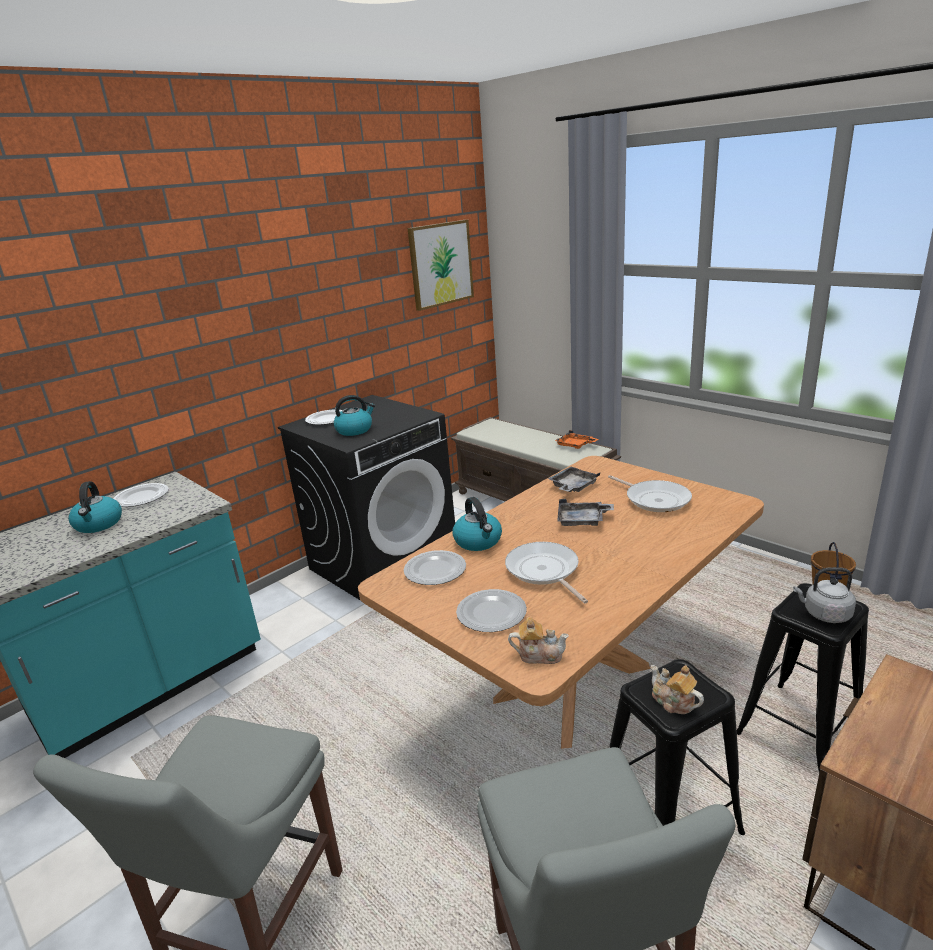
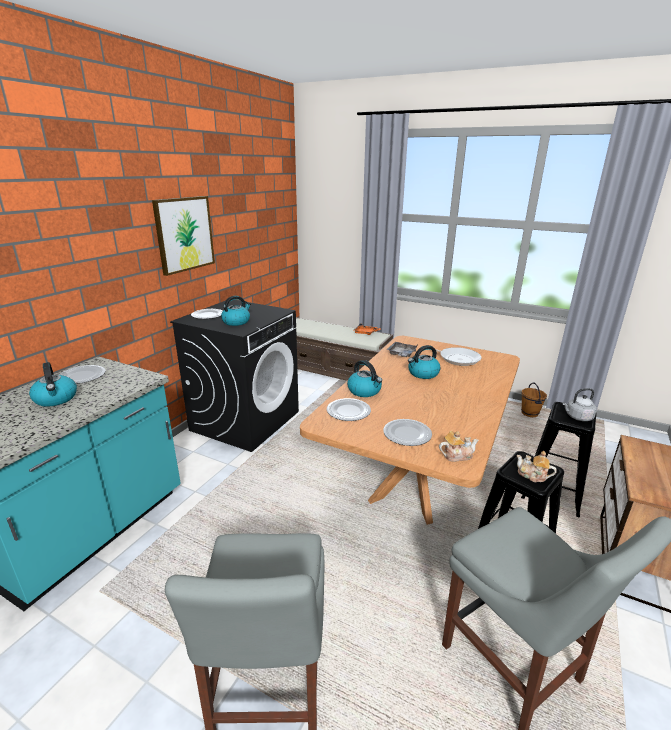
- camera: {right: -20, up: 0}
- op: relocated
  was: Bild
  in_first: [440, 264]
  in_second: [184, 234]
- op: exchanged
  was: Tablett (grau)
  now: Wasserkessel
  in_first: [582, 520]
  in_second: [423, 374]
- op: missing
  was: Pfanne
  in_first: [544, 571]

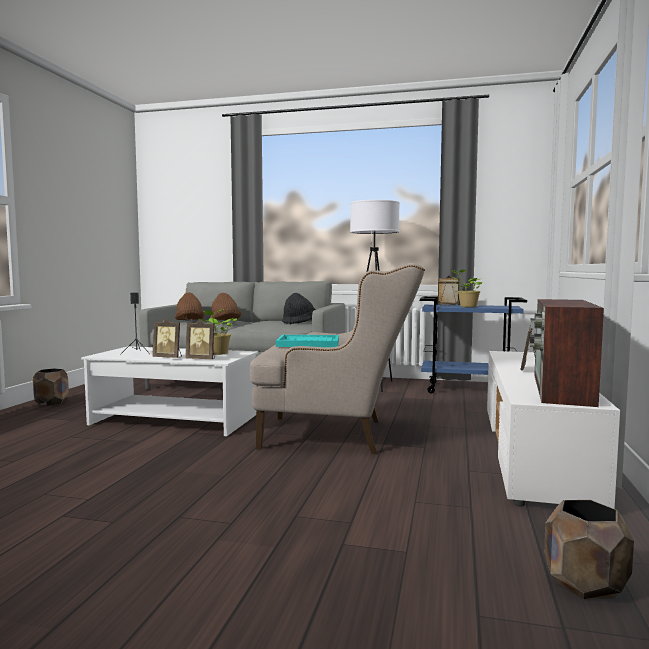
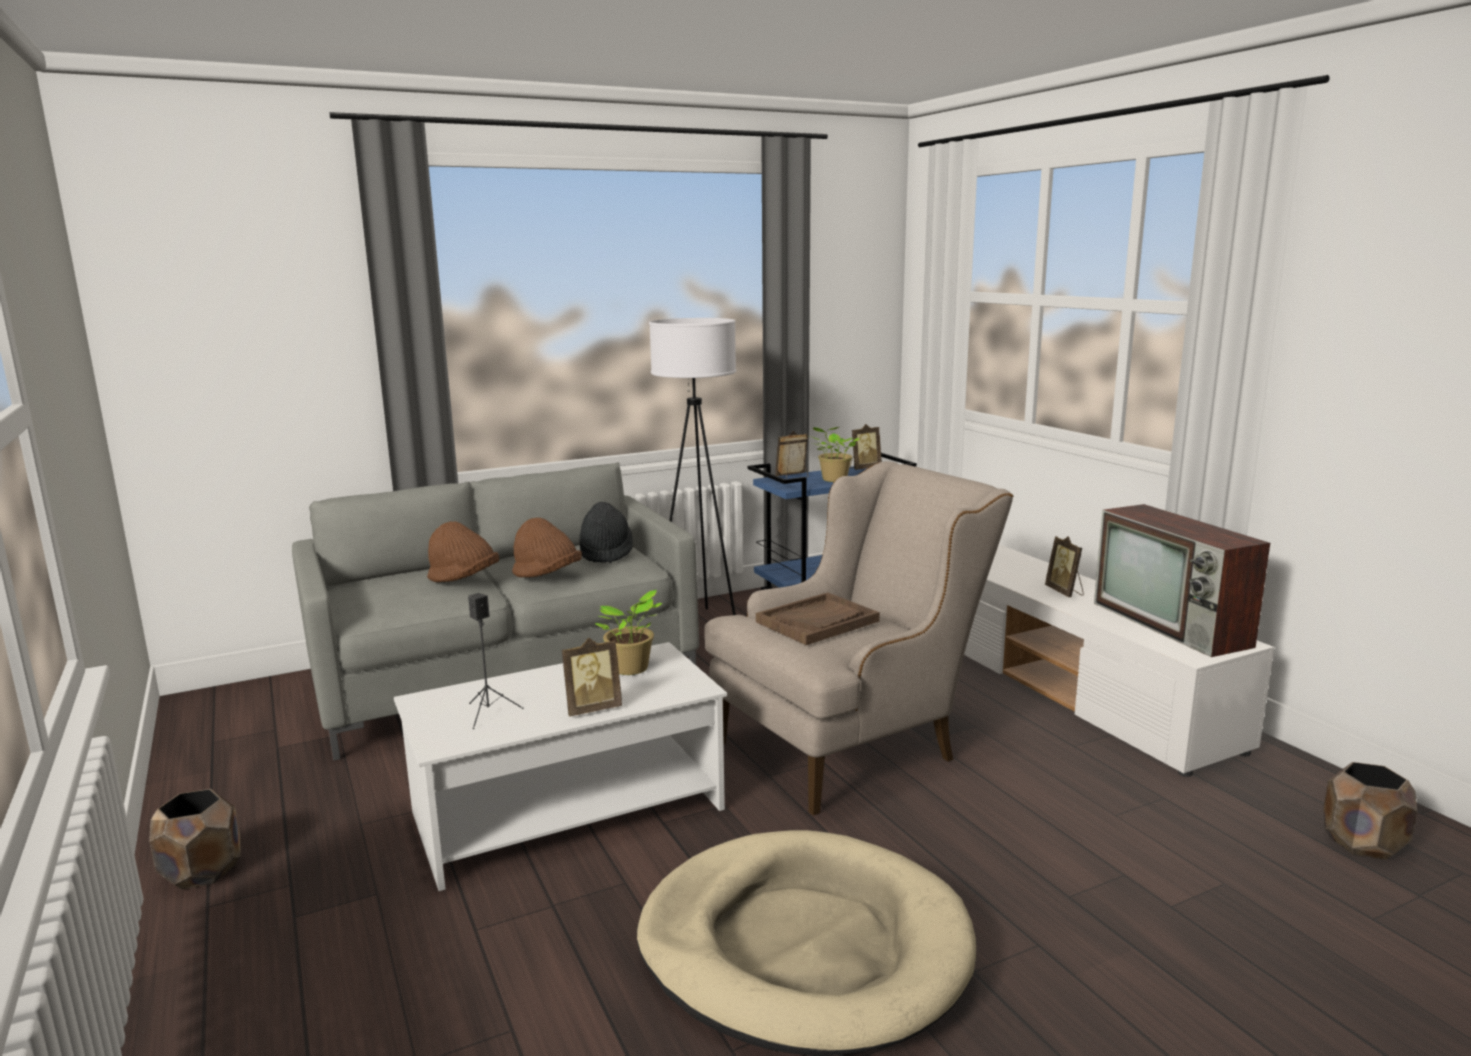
- camera: {right: -40, up: 10}
- op: relocated
  was: Hut (braun)
  in_first: [189, 321]
  in_second: [547, 576]
- op: appeared
  now: Hundebett (beige)
  in_second: [804, 947]
- op: colour
  was: Tablett (türkis)
  now: Tablett (braun)
  in_first: [308, 343]
  in_second: [817, 621]
- op: relocated
  was: Bilderrahmen
  in_first: [201, 359]
  in_second: [864, 468]

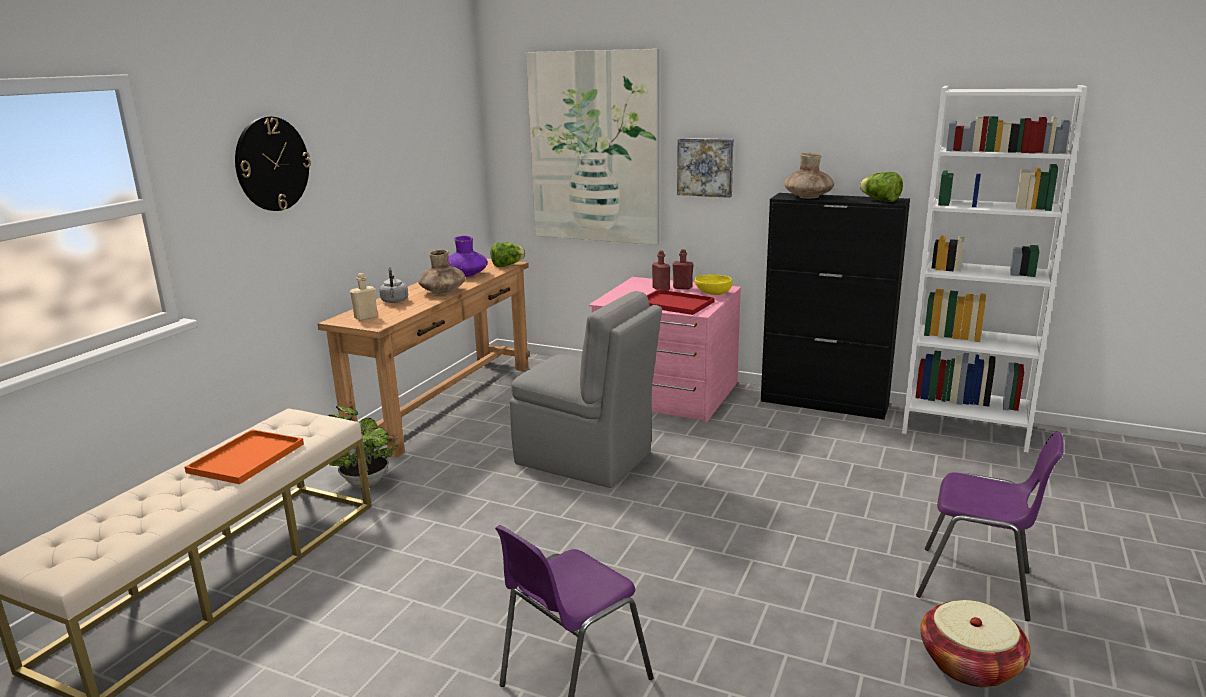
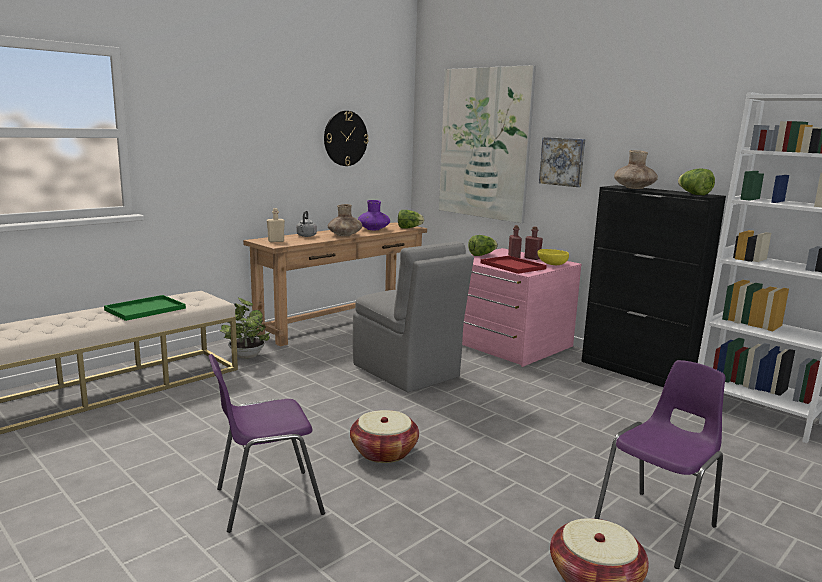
- camera: {right: 20, up: -5}
- op: colour
  was: Tablett (orange)
  now: Tablett (grün)
  in_first: [246, 459]
  in_second: [144, 309]
- op: relocated
  was: Wanduhr
  in_first: [272, 164]
  in_second: [345, 138]
- op: appeared
  now: Korb
  in_second: [384, 452]
- op: appeared
  now: Salatkopf
  in_second: [482, 255]
- op: spun
  was: Stuhl (lila)
  in_first: [977, 585]
  in_second: [658, 526]
  clockwise: -90

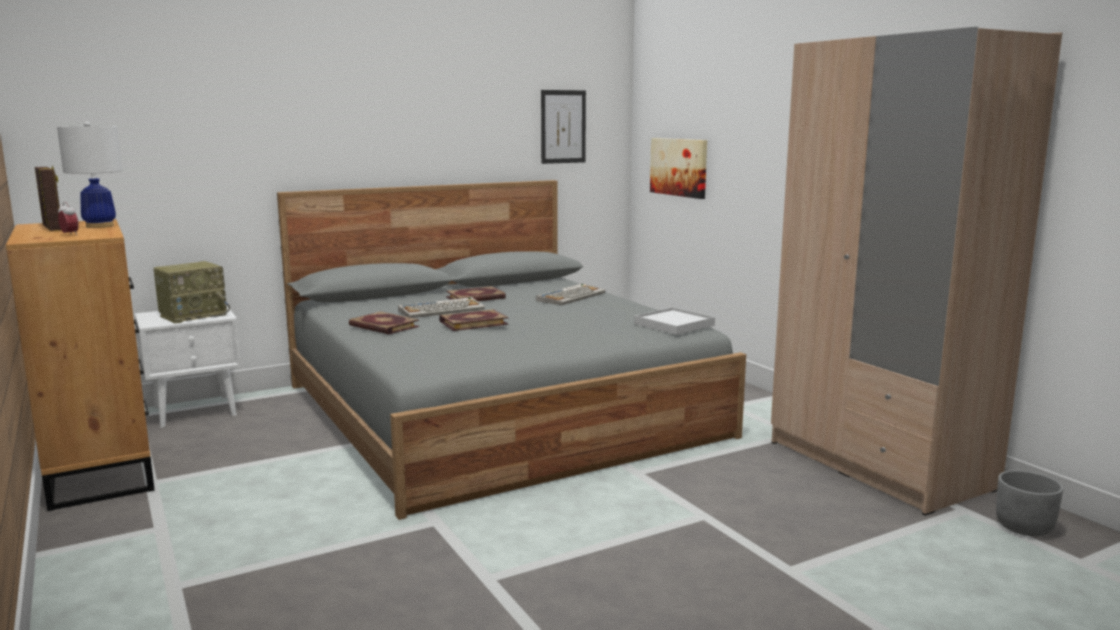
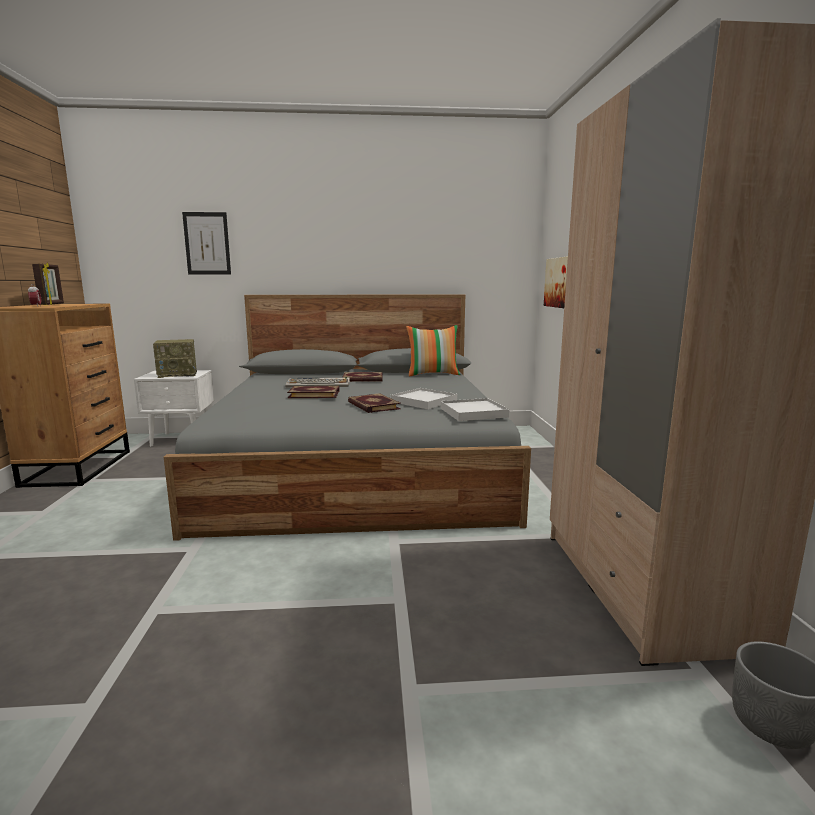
- camera: {right: 25, up: 0}
- op: relocated
  was: Bild
  in_first: [563, 126]
  in_second: [207, 243]
- op: relocated
  was: Buch
  in_first: [383, 326]
  in_second: [372, 406]
- op: appeared
  now: Tablett (weiß)
  in_second: [423, 401]
- op: appeared
  now: Kissen
  in_second: [433, 374]
- op: missing
  was: Tischlampe (weiß)
  in_first: [100, 226]
- op: missing
  was: Tastatur
  in_first: [571, 296]

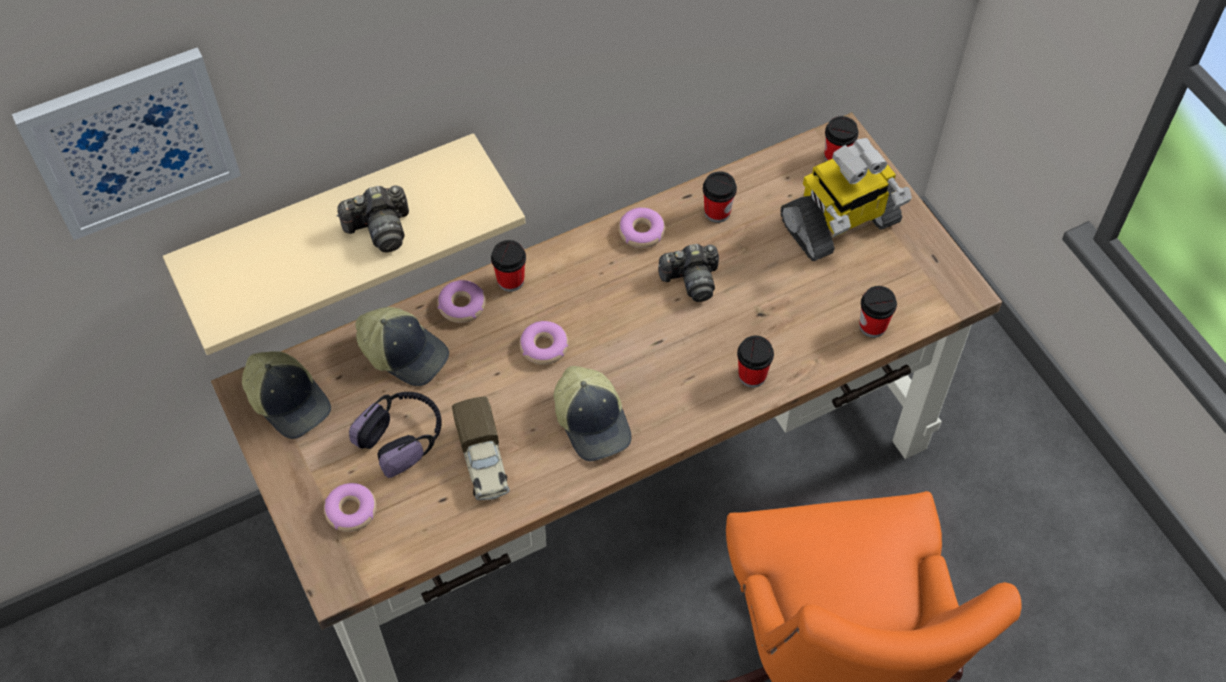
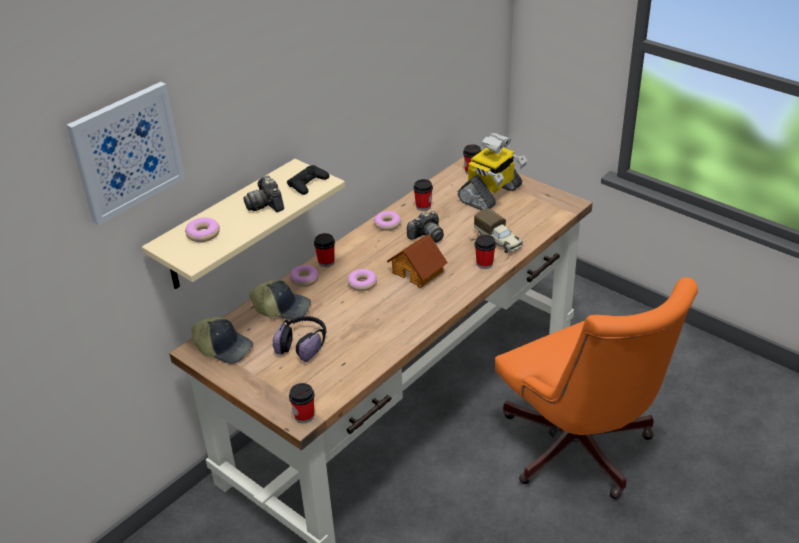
- camera: {right: -20, up: -20}
- op: relocated
  was: Donut
  in_first: [351, 511]
  in_second: [203, 234]
- op: spun
  was: Kamera
  in_first: [379, 229]
  in_second: [266, 204]
  clockwise: 105
- op: appeared
  now: Gamepad (schwarz)
  in_second: [308, 184]
- op: relocated
  was: Tasse
  in_first: [872, 326]
  in_second: [304, 416]
- op: appeared
  now: Spielzeughaus
  in_second: [418, 272]
- op: relocated
  was: Spielzeuglaster
  in_first: [483, 460]
  in_second: [499, 241]
- op: missing
  was: Kappe
  in_first: [593, 421]

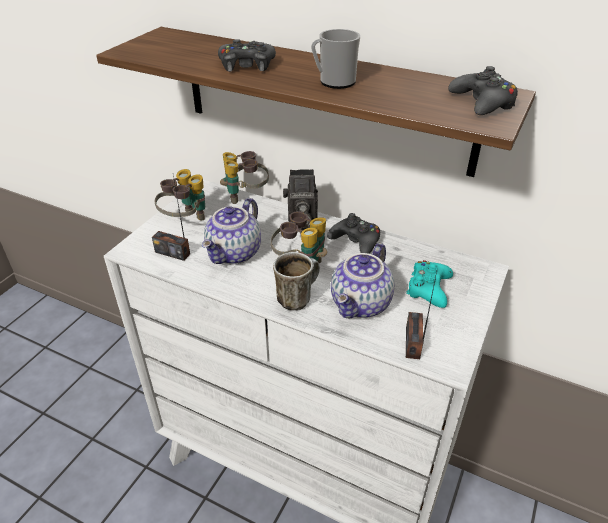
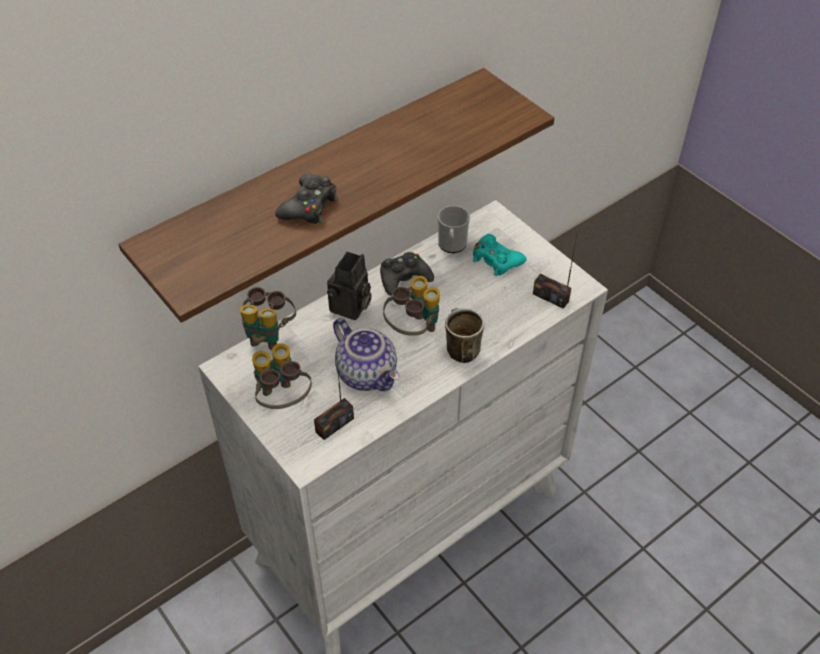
- camera: {right: -65, up: 10}
- op: relocated
  was: Henkelbecher
  in_first: [333, 82]
  in_second: [452, 246]
- op: missing
  was: Teekanne
  in_first: [362, 305]
- op: missing
  was: Gamepad (schwarz)
  in_first: [482, 103]

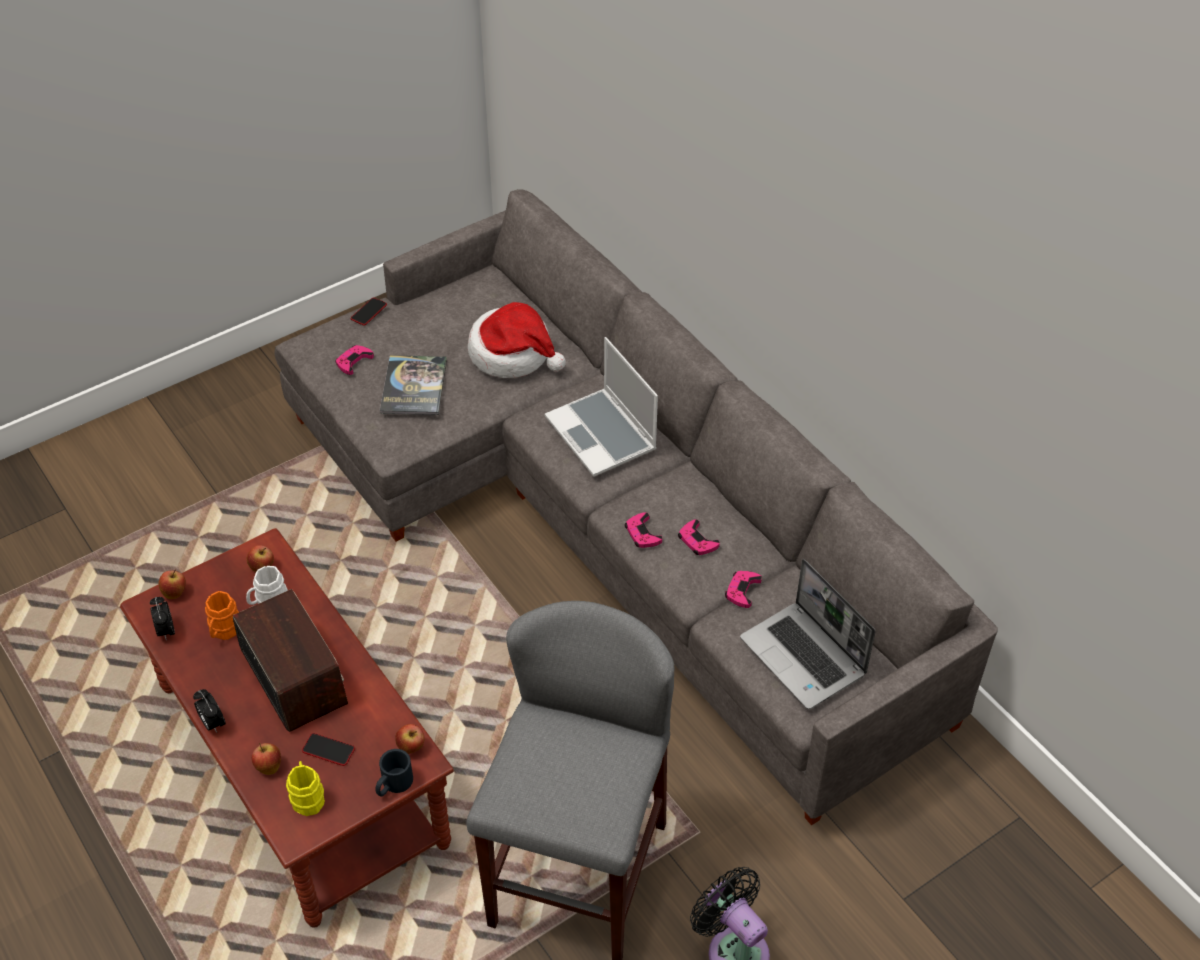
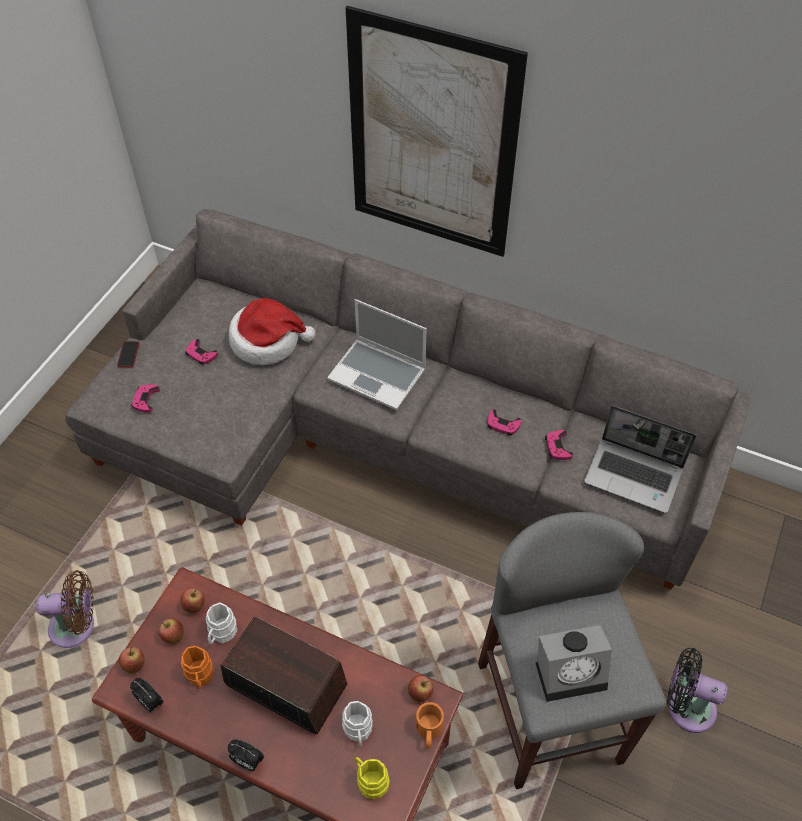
- camera: {right: -30, up: 5}
- op: appeared
  now: Ventilator (braun)
  in_second: [77, 627]
- op: relocated
  was: Apfel
  in_first: [268, 766]
  in_second: [173, 636]
- op: relocated
  was: Gamepad (rosa)
  in_first: [642, 534]
  in_second: [201, 354]
- op: exchanged
  was: Handy
  now: Henkelbecher (weiß)
  in_first: [328, 750]
  in_second: [358, 731]
- op: appeared
  now: Bild
  in_second: [431, 139]
- op: colour
  was: Henkelbecher (schwarz)
  now: Henkelbecher (orange)
  in_first: [393, 785]
  in_second: [428, 732]
- op: appeared
  now: Wecker
  in_second: [572, 672]
- op: missing
  was: Buch
  in_first: [414, 386]

